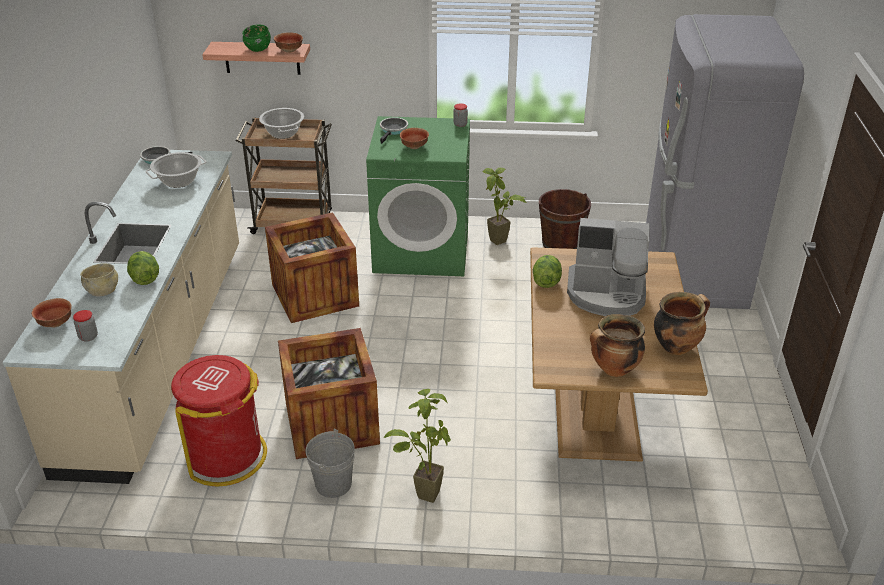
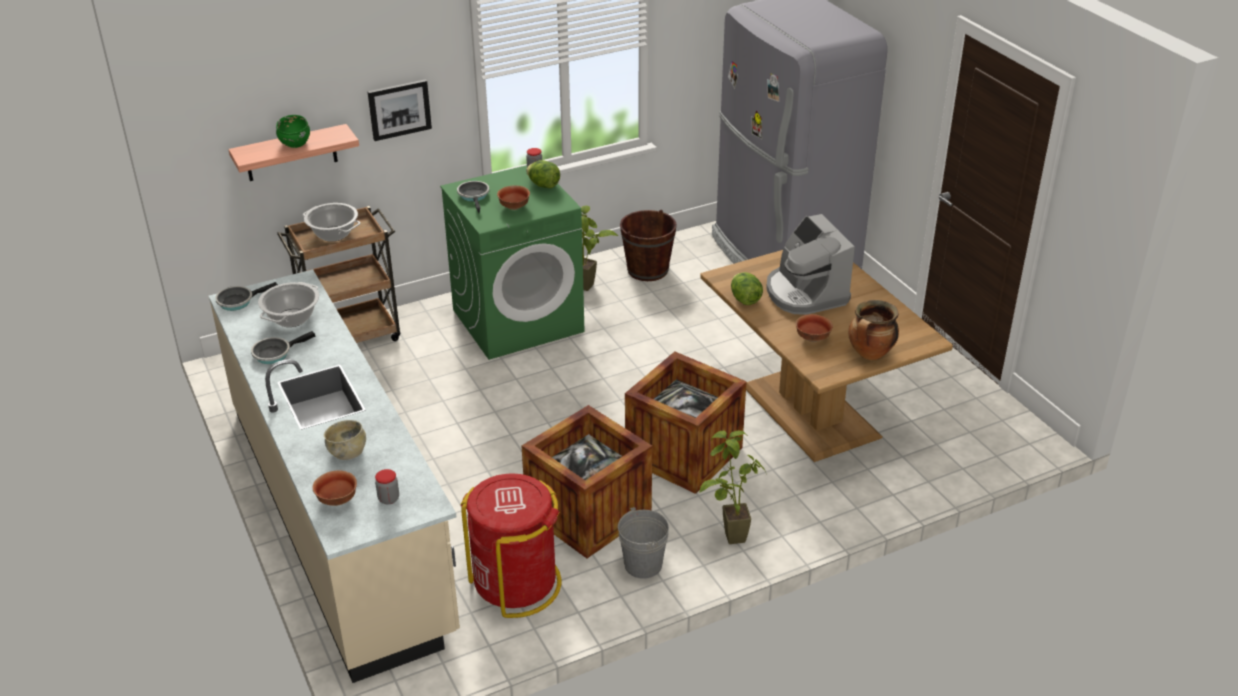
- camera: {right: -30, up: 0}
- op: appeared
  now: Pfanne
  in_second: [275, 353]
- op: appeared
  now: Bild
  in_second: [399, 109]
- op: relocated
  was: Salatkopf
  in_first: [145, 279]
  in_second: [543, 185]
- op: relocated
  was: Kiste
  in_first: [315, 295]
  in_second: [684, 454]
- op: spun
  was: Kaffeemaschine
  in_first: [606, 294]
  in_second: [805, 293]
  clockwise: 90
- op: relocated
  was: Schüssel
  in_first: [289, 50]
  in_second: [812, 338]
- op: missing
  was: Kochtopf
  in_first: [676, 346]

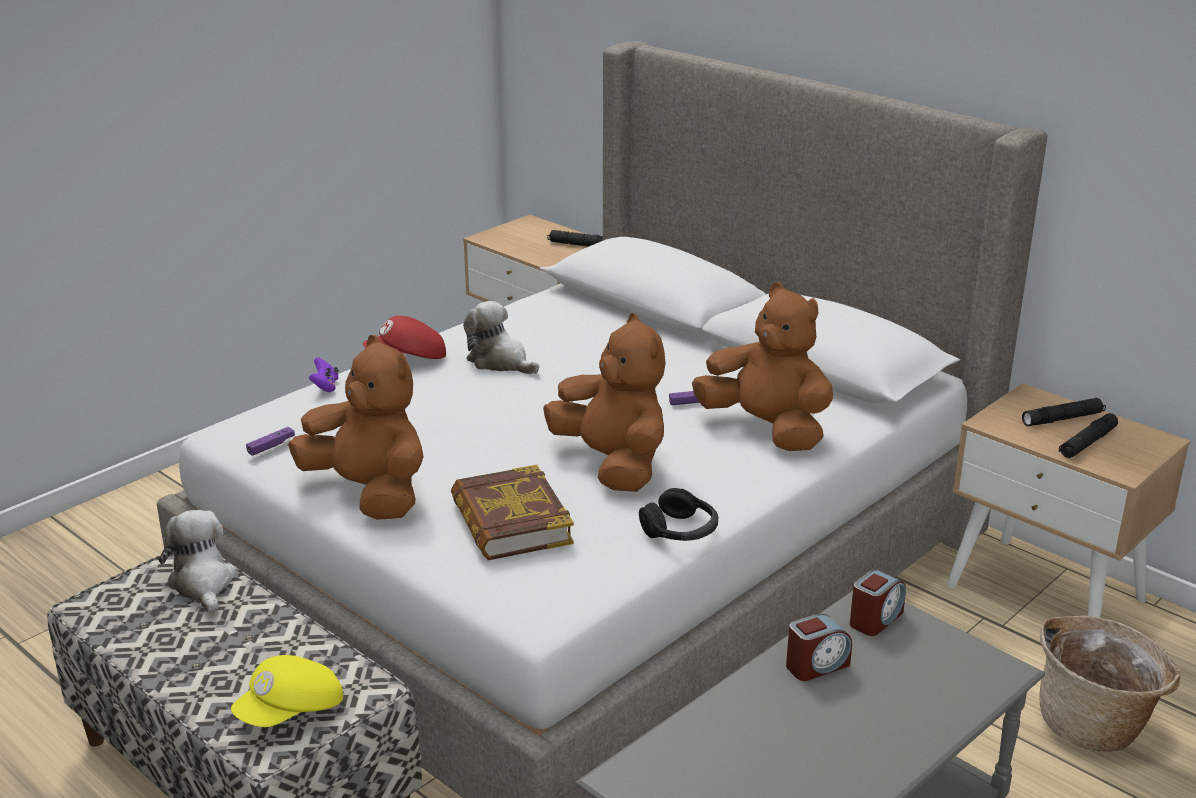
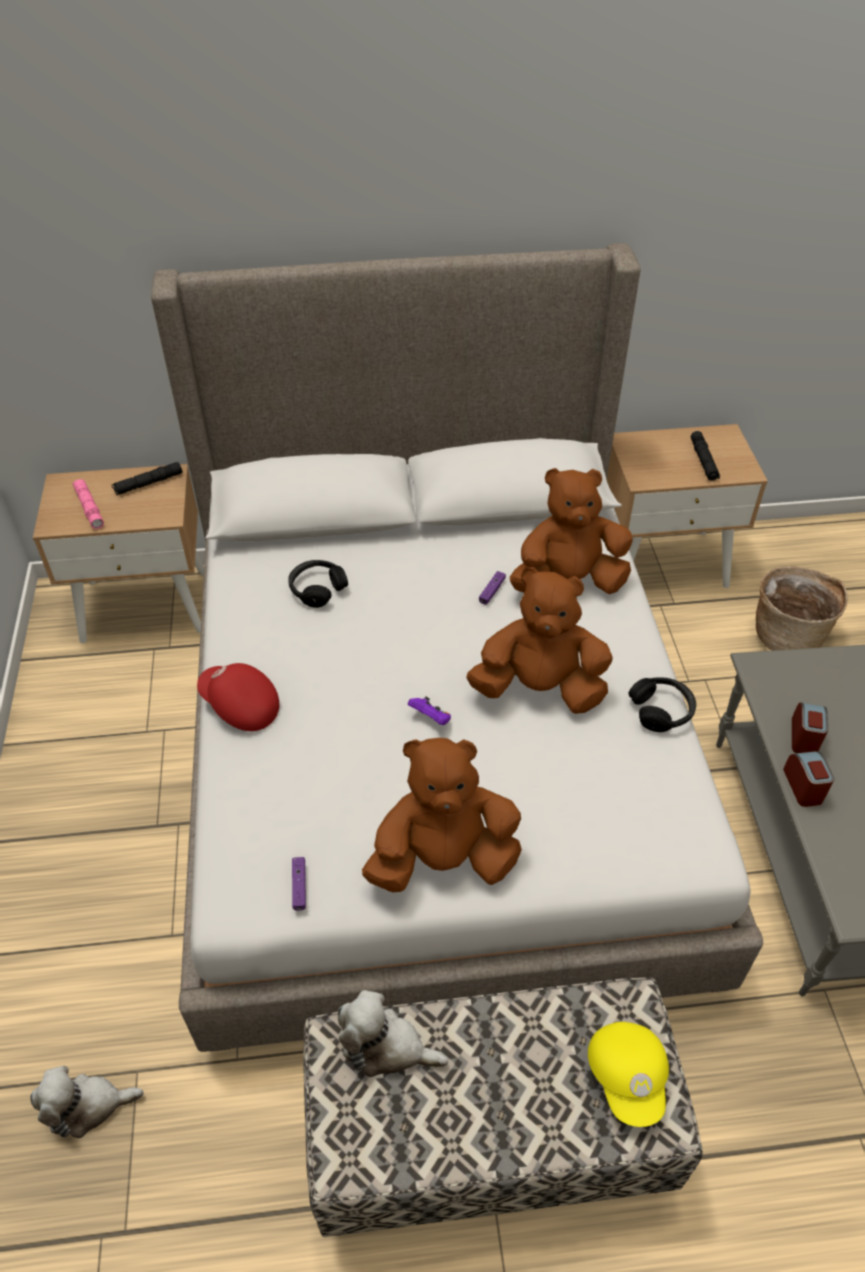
- camera: {right: -50, up: 20}
- op: relocated
  was: Plüschtier
  in_first: [500, 362]
  in_second: [87, 1106]
- op: appeared
  now: Taschenlampe (rosa)
  in_second: [89, 508]
- op: spun
  was: Kappe (rot)
  in_first: [407, 359]
  in_second: [240, 706]
  clockwise: 105
- op: appeared
  now: Kopfhörer (schwarz)
  in_second: [317, 589]
- op: relocated
  was: Gamepad (lila)
  in_first: [325, 386]
  in_second: [431, 719]
- op: relocated
  was: Wecker
  in_first: [875, 619]
  in_second: [803, 786]
- op: missing
  was: Buch
  in_first: [510, 522]
- op: missing
  was: Taschenlampe (schwarz)
  in_first: [1062, 419]

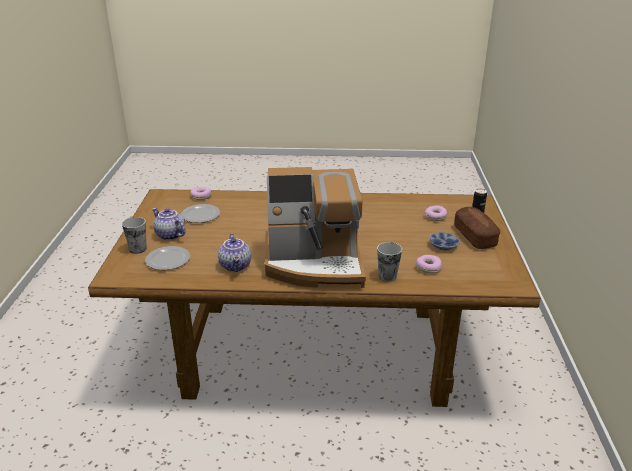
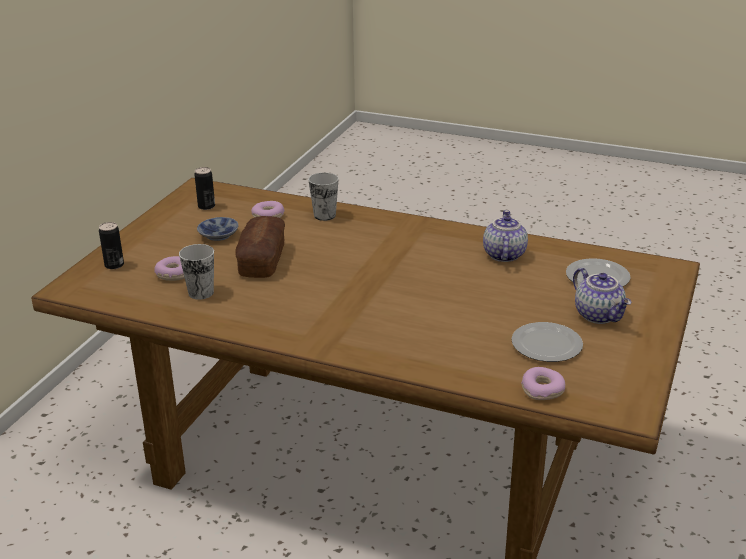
- camera: {right: -160, up: 0}
- op: relocated
  was: Tasse
  in_first: [138, 249]
  in_second: [201, 293]
- op: appeared
  now: Dose
  in_second: [206, 206]
- op: relocated
  was: Brot
  in_first: [474, 236]
  in_second: [262, 260]
- op: missing
  was: Kaffeemaschine
  in_first: [314, 263]

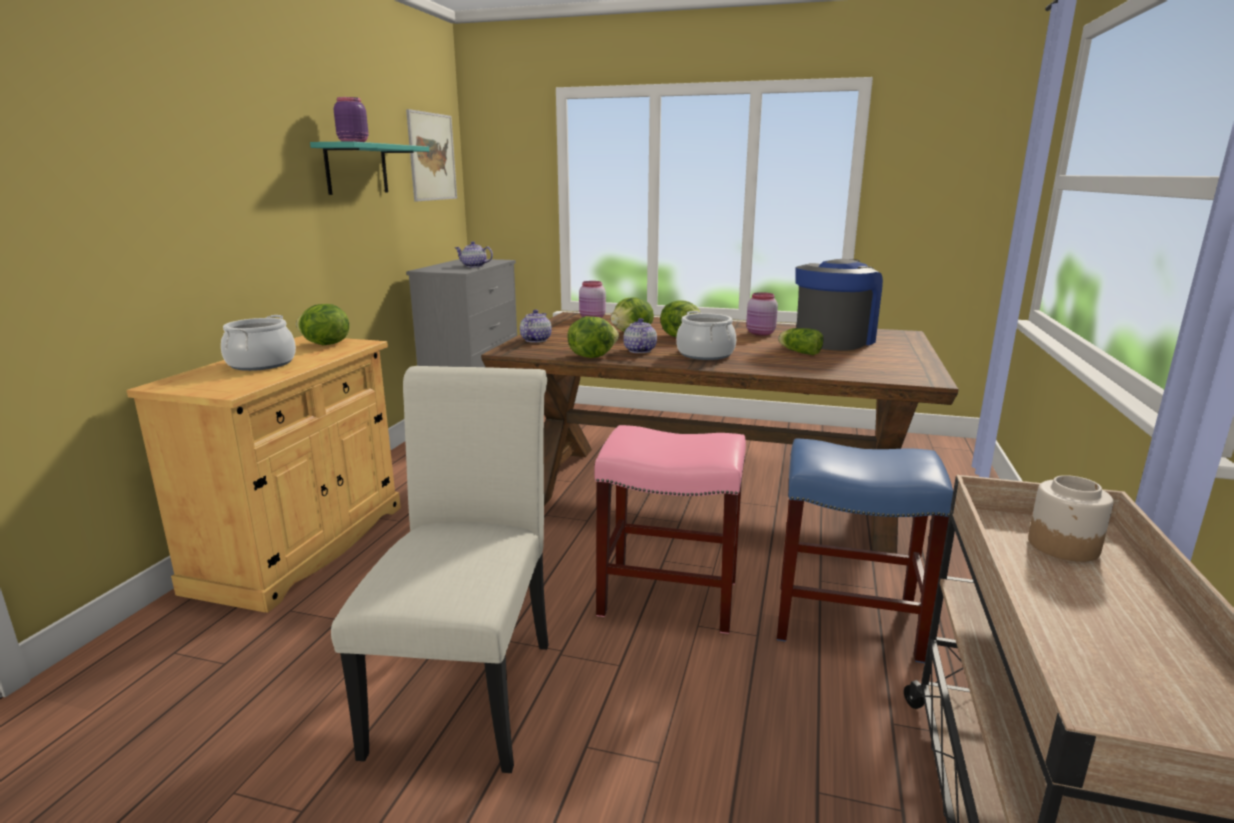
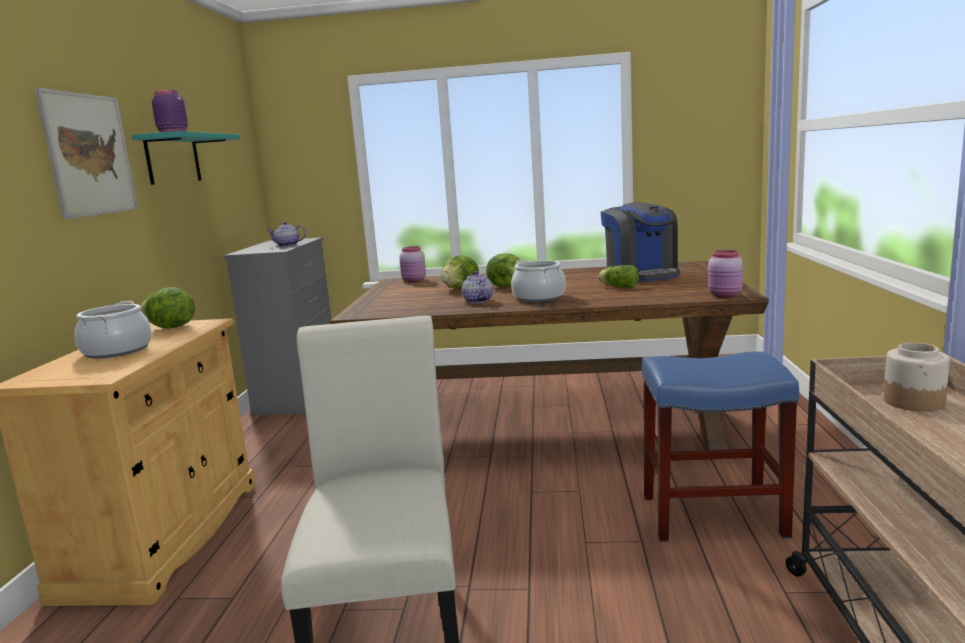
- camera: {right: -10, up: -5}
- op: relocated
  was: Bild
  in_first: [432, 157]
  in_second: [90, 154]
- op: spun
  was: Kaffeemaschine
  in_first: [834, 340]
  in_second: [641, 275]
  clockwise: 135
- op: relocated
  was: Vorratsglas (rosa)
  in_first: [760, 333]
  in_second: [725, 295]
- op: missing
  was: Teekanne
  in_first: [535, 340]
- op: missing
  was: Salatkopf
  in_first: [591, 356]
- op: missing
  was: Hocker (rosa)
  in_first: [667, 597]

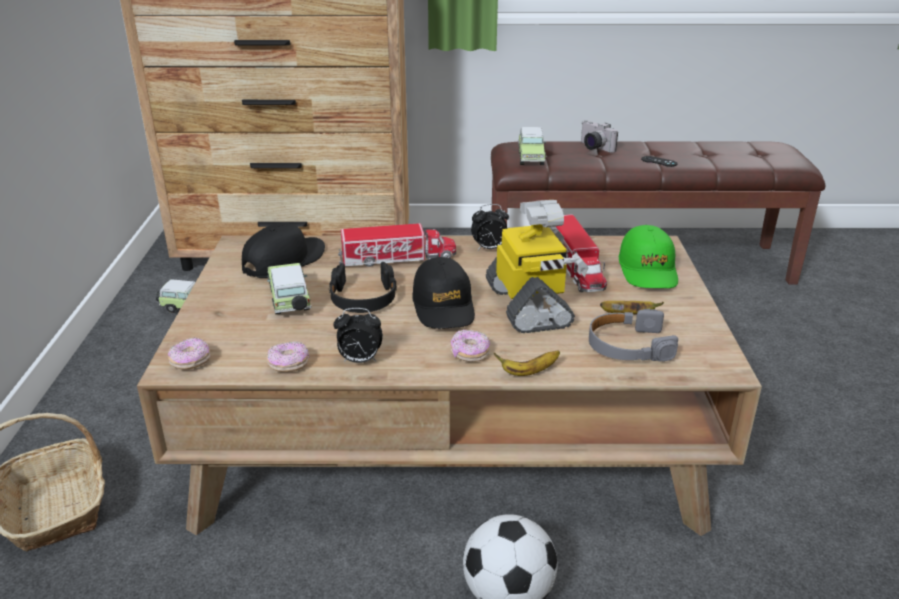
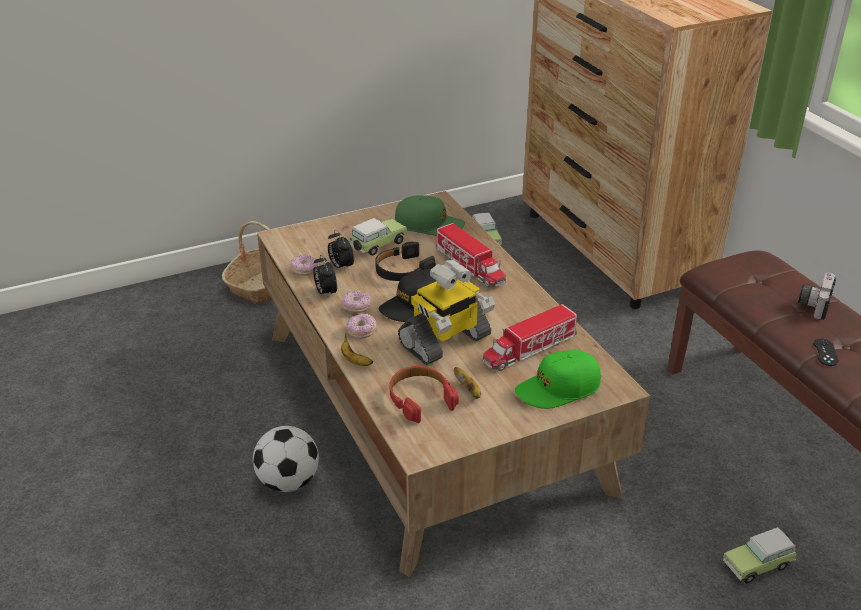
- camera: {right: 65, up: 5}
- op: relocated
  was: Wecker
  in_first: [489, 249]
  in_second: [341, 266]
- op: relocated
  was: Donut
  in_first: [191, 362]
  in_second: [356, 307]
- op: colour
  was: Kopfhörer (grau)
  now: Kopfhörer (rot)
  in_first: [628, 346]
  in_second: [420, 399]
- op: colour
  was: Kappe (schwarz)
  now: Kappe (grün)
  in_first: [284, 260]
  in_second: [429, 225]
- op: relocated
  was: Spielzeugauto
  in_first: [531, 158]
  in_second: [759, 565]

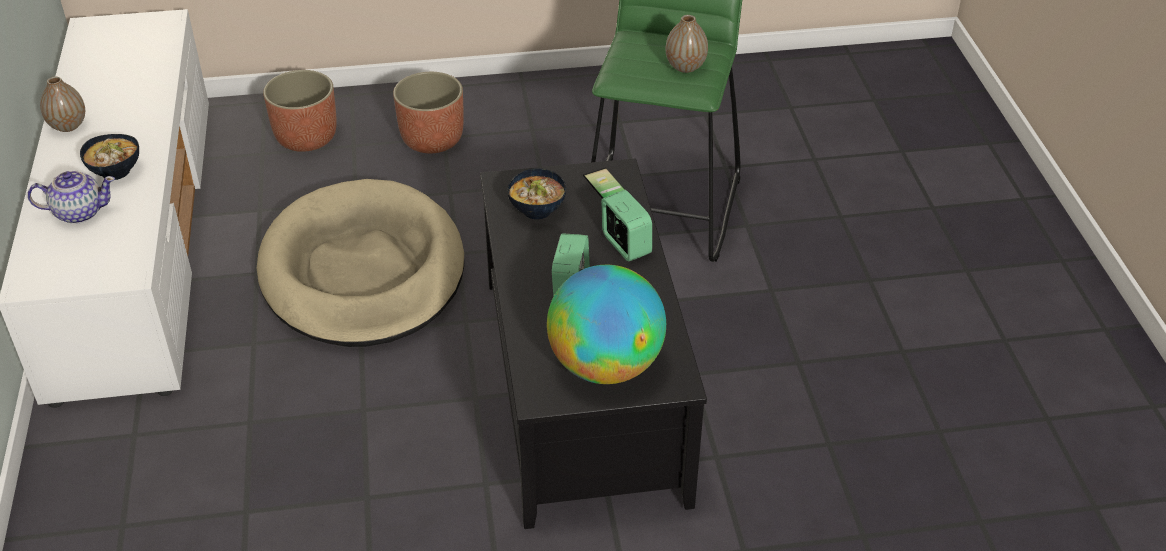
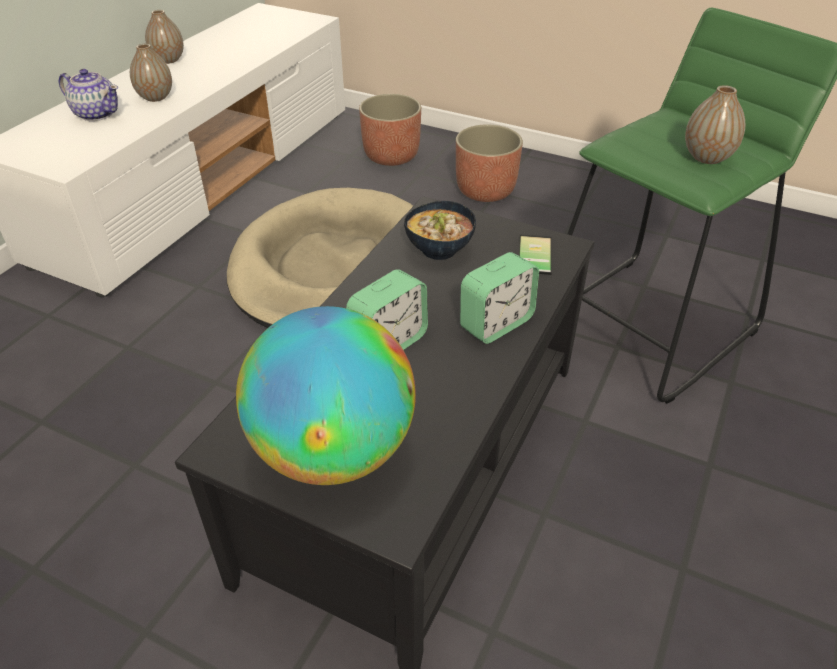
- camera: {right: 35, up: 0}
- op: exchanged
  was: Schüssel
  now: Vase
  in_first: [116, 172]
  in_second: [156, 97]
- op: spun
  was: Wecker
  in_first: [626, 245]
  in_second: [496, 323]
  clockwise: 45

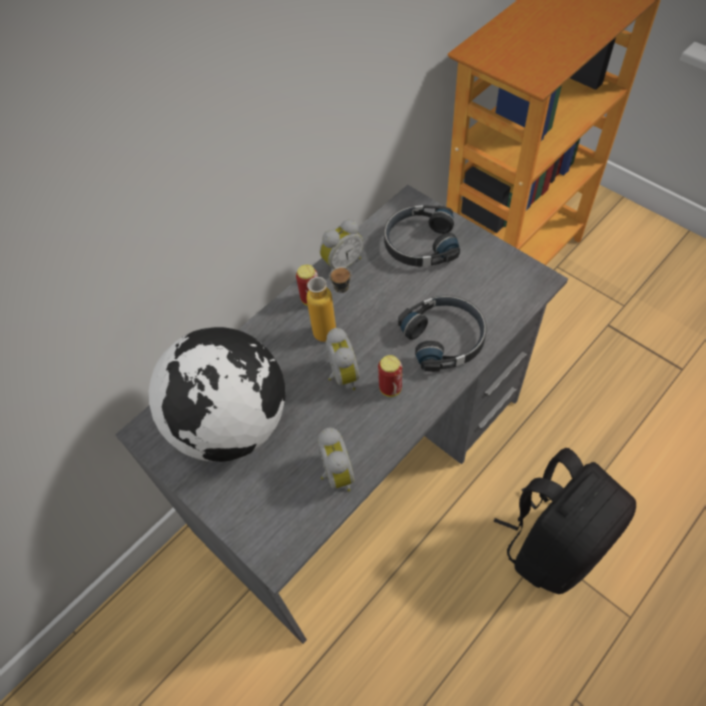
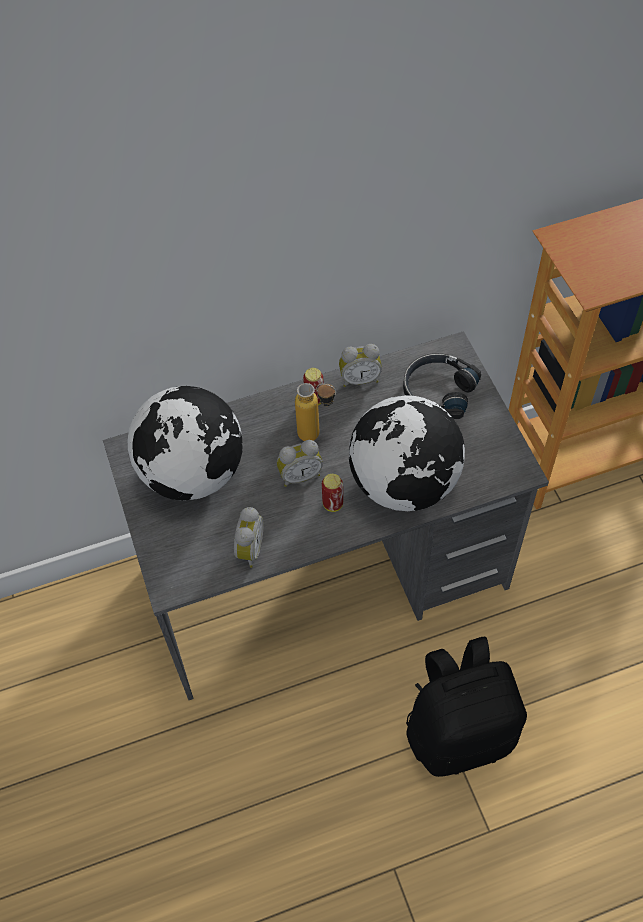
- camera: {right: 25, up: 0}
- op: spun
  was: Wecker
  in_first: [341, 376]
  in_second: [299, 475]
  clockwise: 60
- op: exchanged
  was: Kopfhörer (schwarz)
  now: Globus
  in_first: [445, 338]
  in_second: [404, 484]

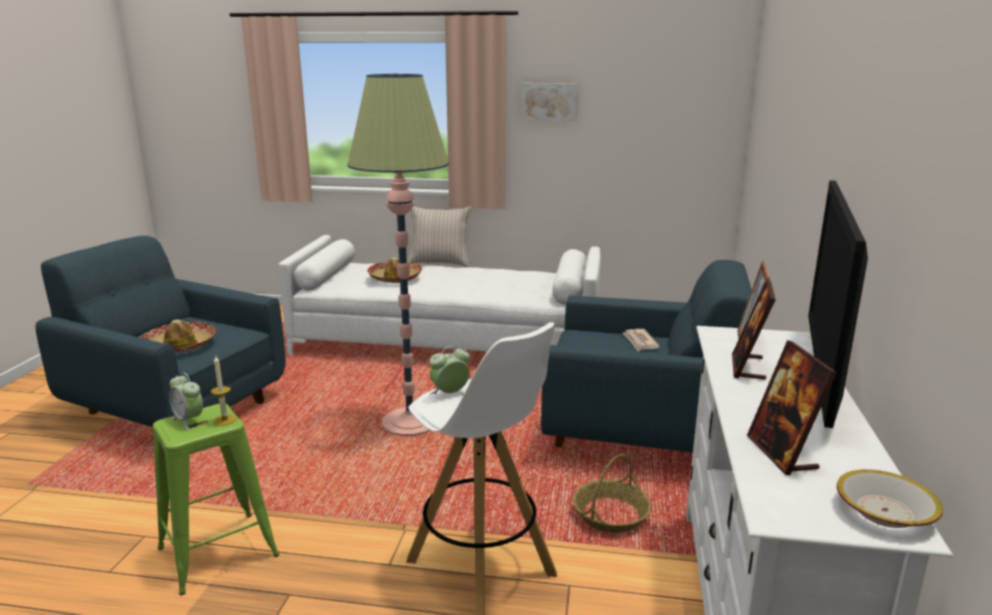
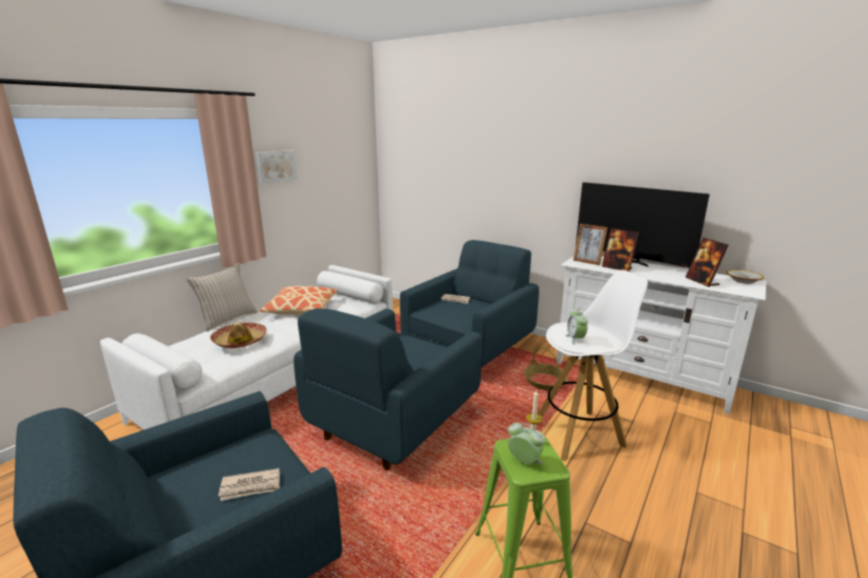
- camera: {right: -65, up: 0}
- op: exchanged
  was: Hut
  now: Zeitung
  in_first: [179, 345]
  in_second: [251, 487]
- op: appeared
  now: Kissen
  in_second: [302, 308]
- op: exchanged
  was: Stehlampe
  now: Sessel (blau)
  in_first: [410, 423]
  in_second: [393, 423]
- op: spun
  was: Wecker
  in_first: [189, 420]
  in_second: [524, 461]
  clockwise: -120
- op: spun
  was: Bilderrahmen
  in_first: [782, 453]
  in_second: [702, 281]
  clockwise: 60

